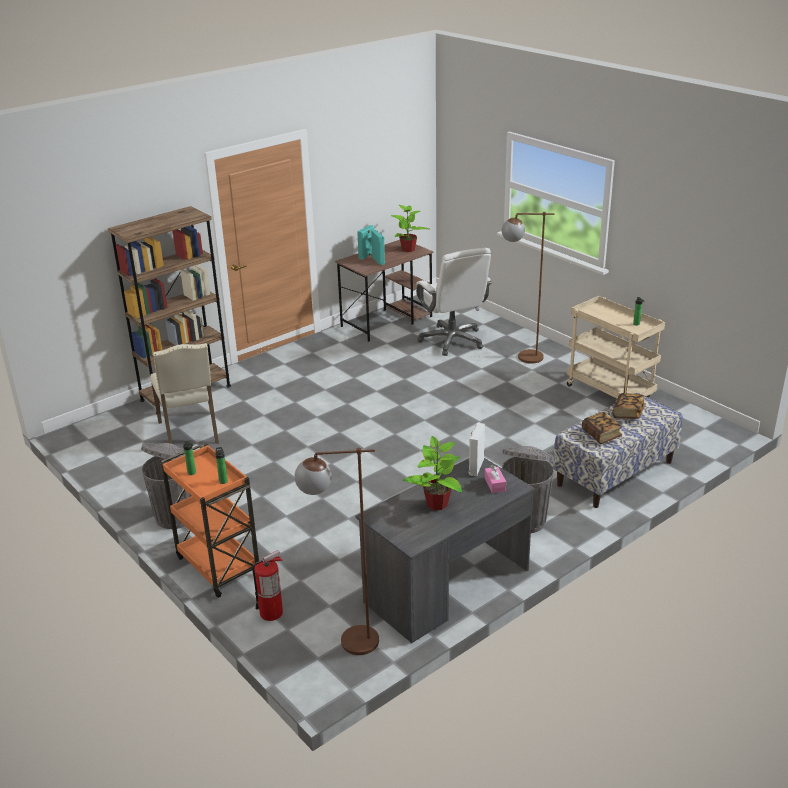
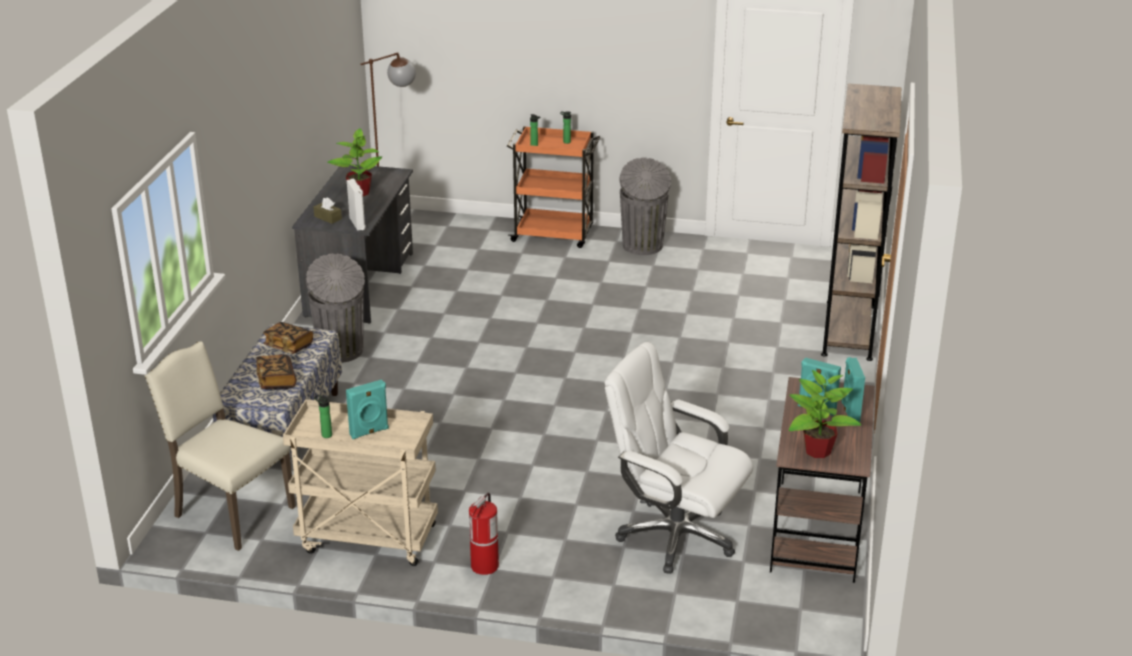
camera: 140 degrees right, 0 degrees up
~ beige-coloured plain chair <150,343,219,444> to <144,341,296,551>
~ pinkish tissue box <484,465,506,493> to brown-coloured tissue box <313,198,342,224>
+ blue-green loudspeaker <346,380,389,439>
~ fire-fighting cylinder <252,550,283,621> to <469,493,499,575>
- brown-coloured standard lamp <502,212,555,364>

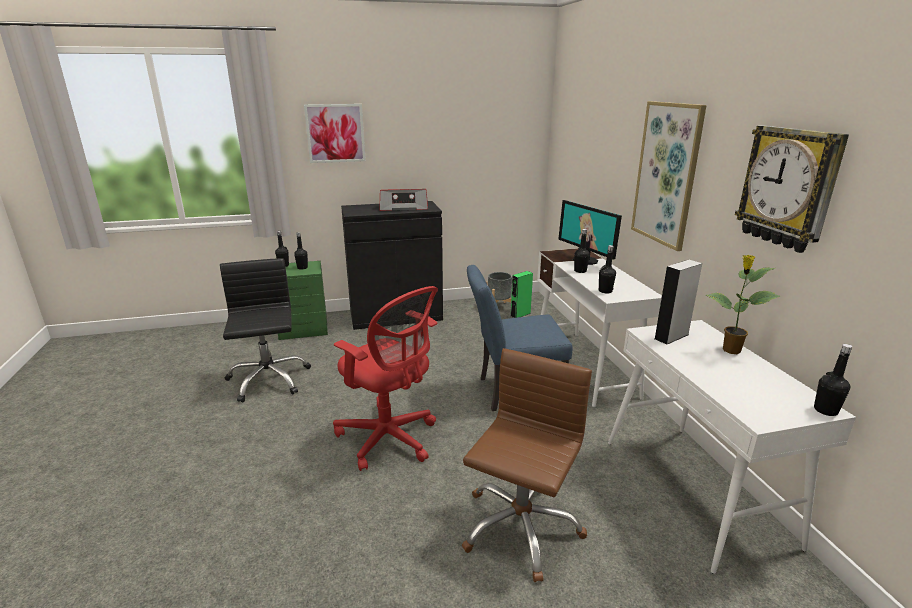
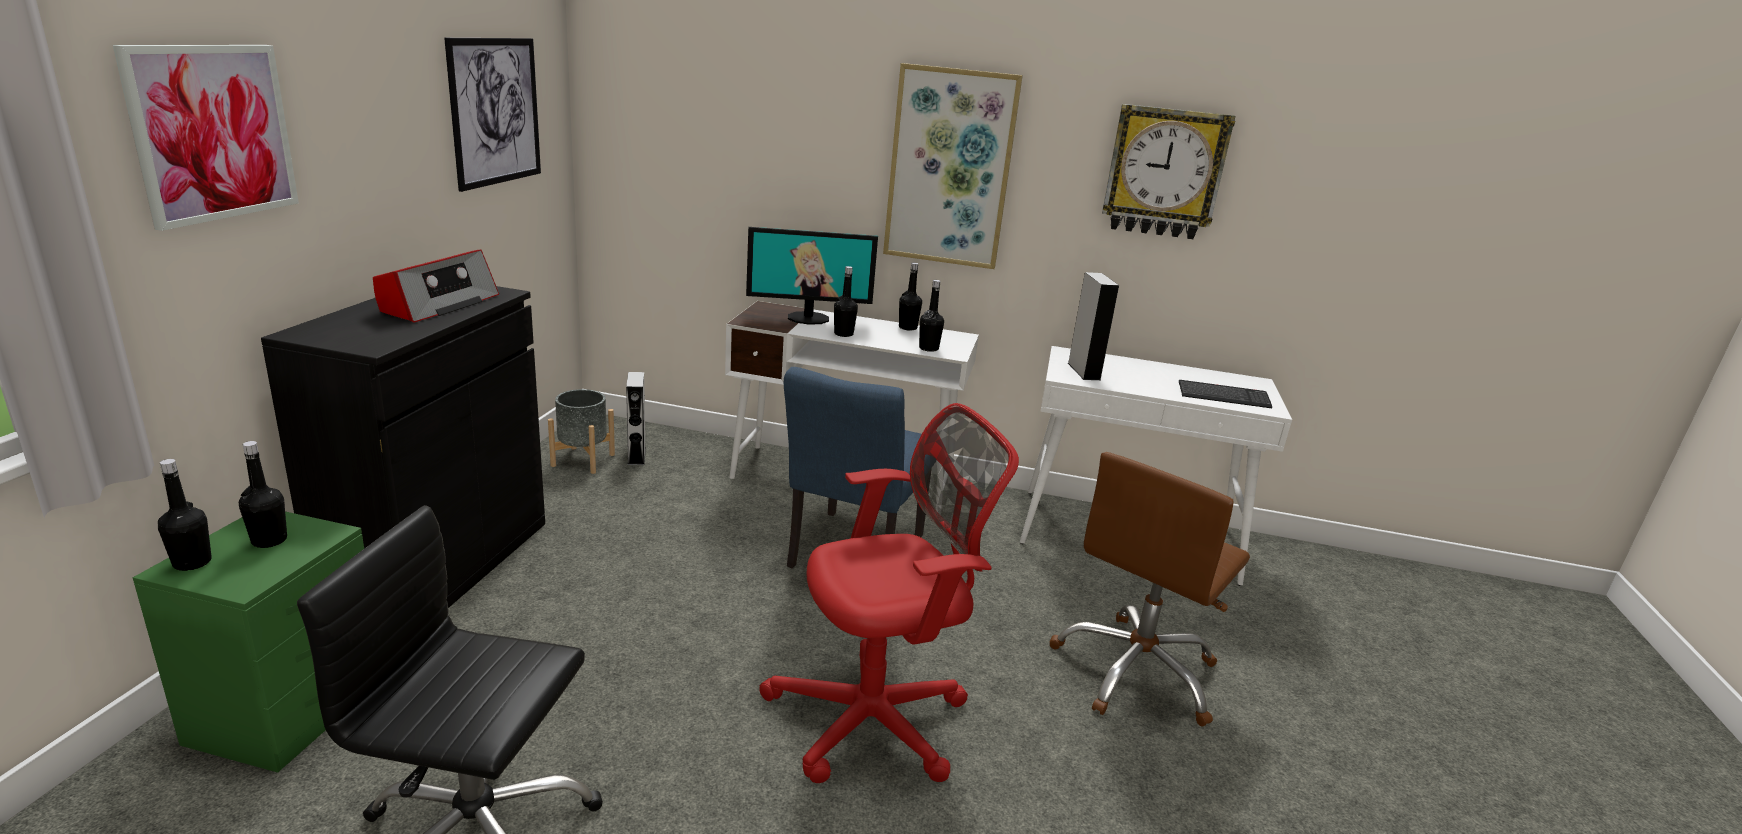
camera: 65 degrees left, 0 degrees up
+ wall art <444,38,541,192>
~ green loudspeaker <510,271,533,318> to grey loudspeaker <626,372,646,465>
~ black bottle <814,344,852,416> to <899,263,922,330>
~ brown-coloured office chair <462,348,592,582> = <1049,452,1250,726> 105 degrees counterclockwise
+ PC keyboard <1179,380,1272,408>
- plant in a pot <706,255,780,354>

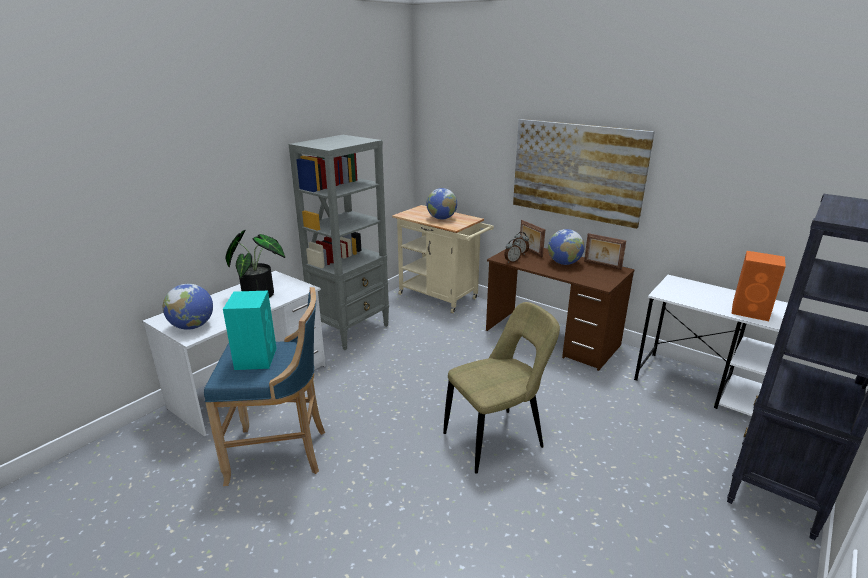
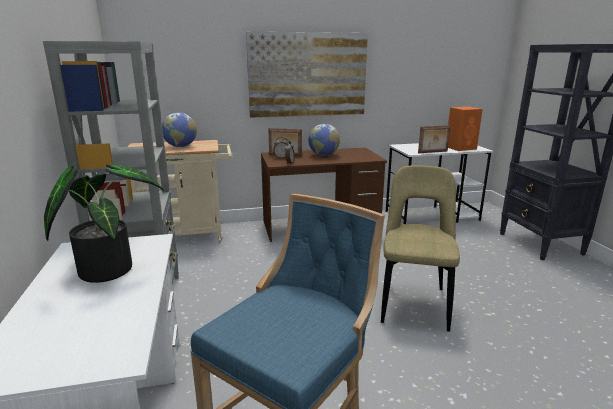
camera: 50 degrees left, 5 degrees down
~ picture frame <584,233,626,270> to <418,125,451,153>
- world globe <163,284,213,330>
- blue-green loudspeaker <223,291,277,370>

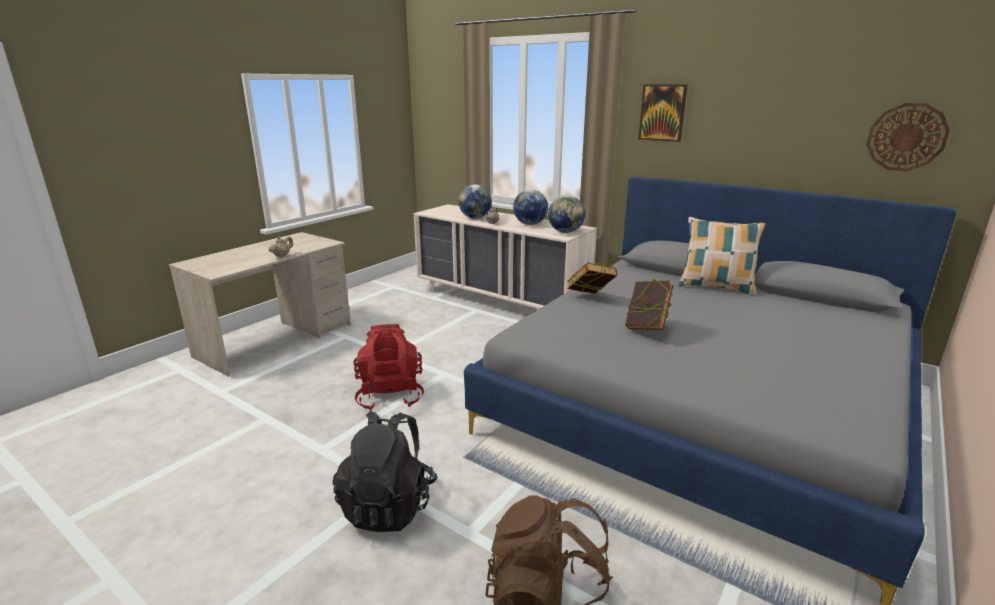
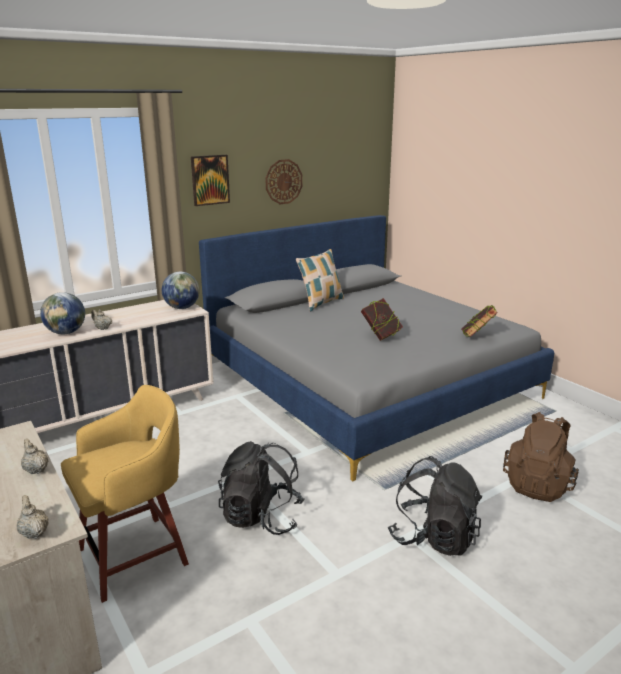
camera: 70 degrees left, 0 degrees up
+ beige-coloured pot for tea <17,495,49,539>
+ yellowish stool <61,385,189,603>
~ red rucksack <353,324,424,411> to black rucksack <218,441,305,535>
~ wall clock <866,103,950,171> to <265,159,303,204>
~ book <567,263,617,294> to <461,305,498,337>
- world globe <513,189,548,225>

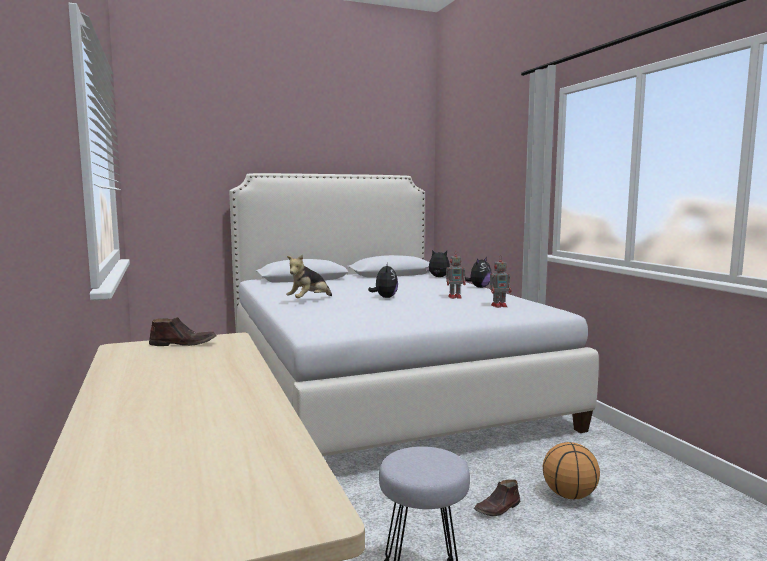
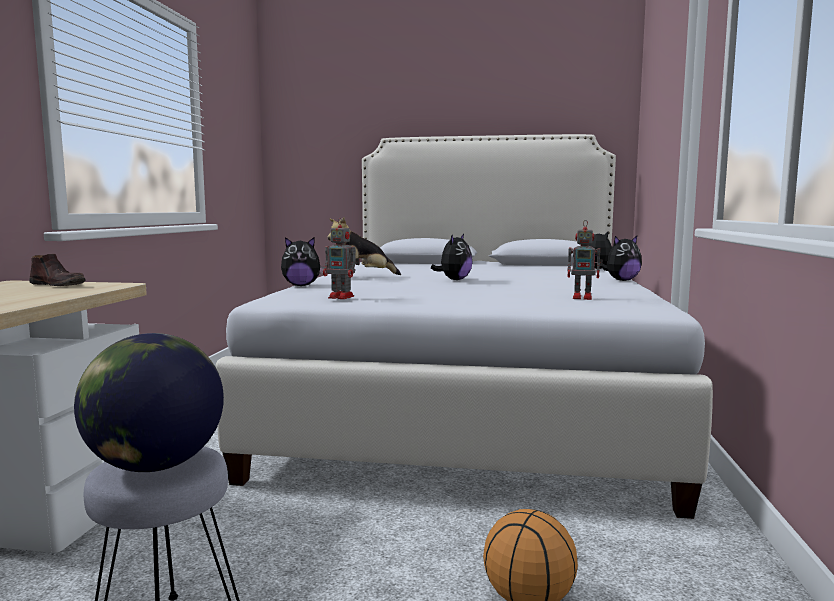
camera: 30 degrees right, 0 degrees up
+ world globe <74,333,224,472>
+ soft toy <281,237,324,286>
~ robot figure <446,251,466,299> to <323,218,360,299>
- brown-coloured shoe <474,480,520,516>

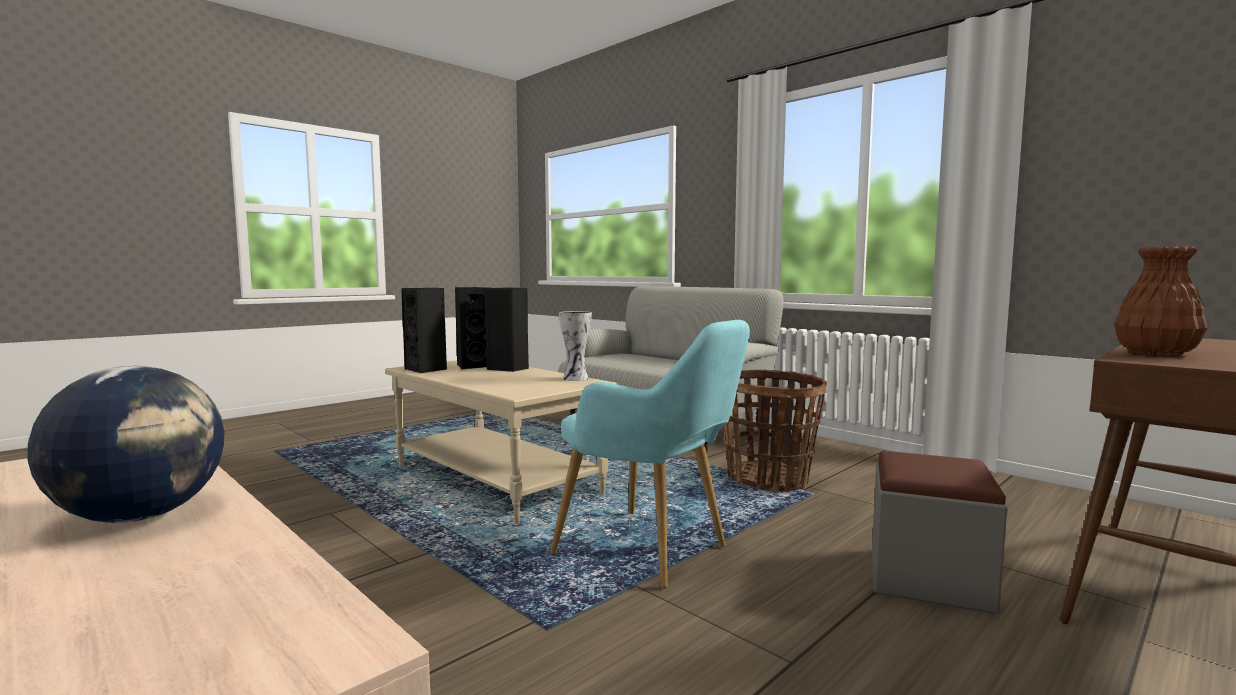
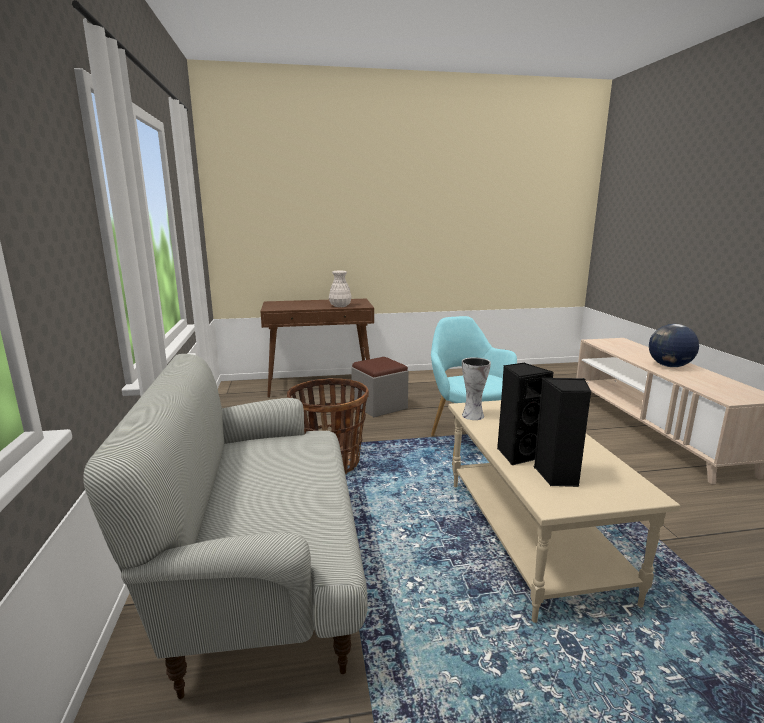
camera: 145 degrees left, 10 degrees up
~ brown-coloured flower vase <1114,246,1207,356> to white flower vase <329,271,352,307>
- black loudspeaker <401,288,447,373>

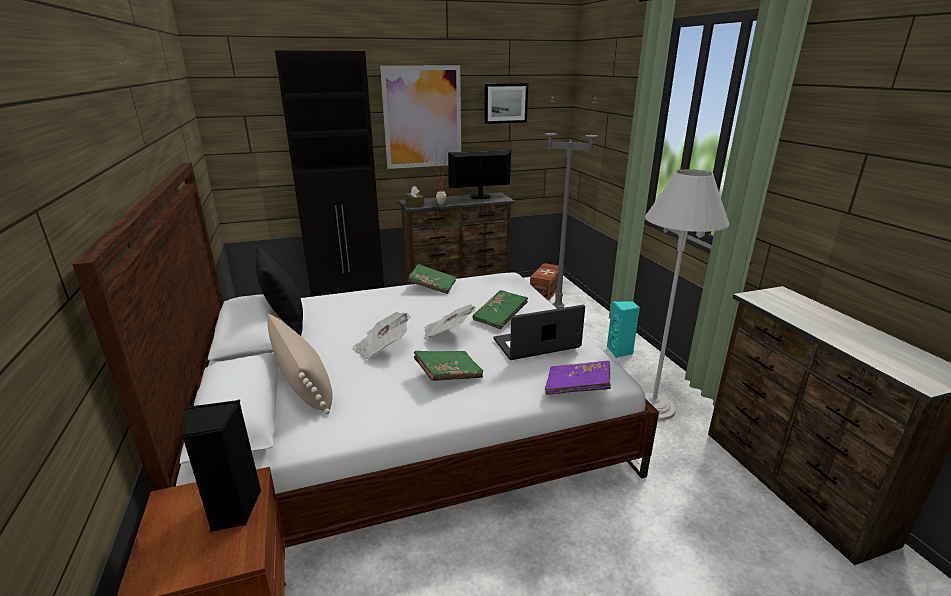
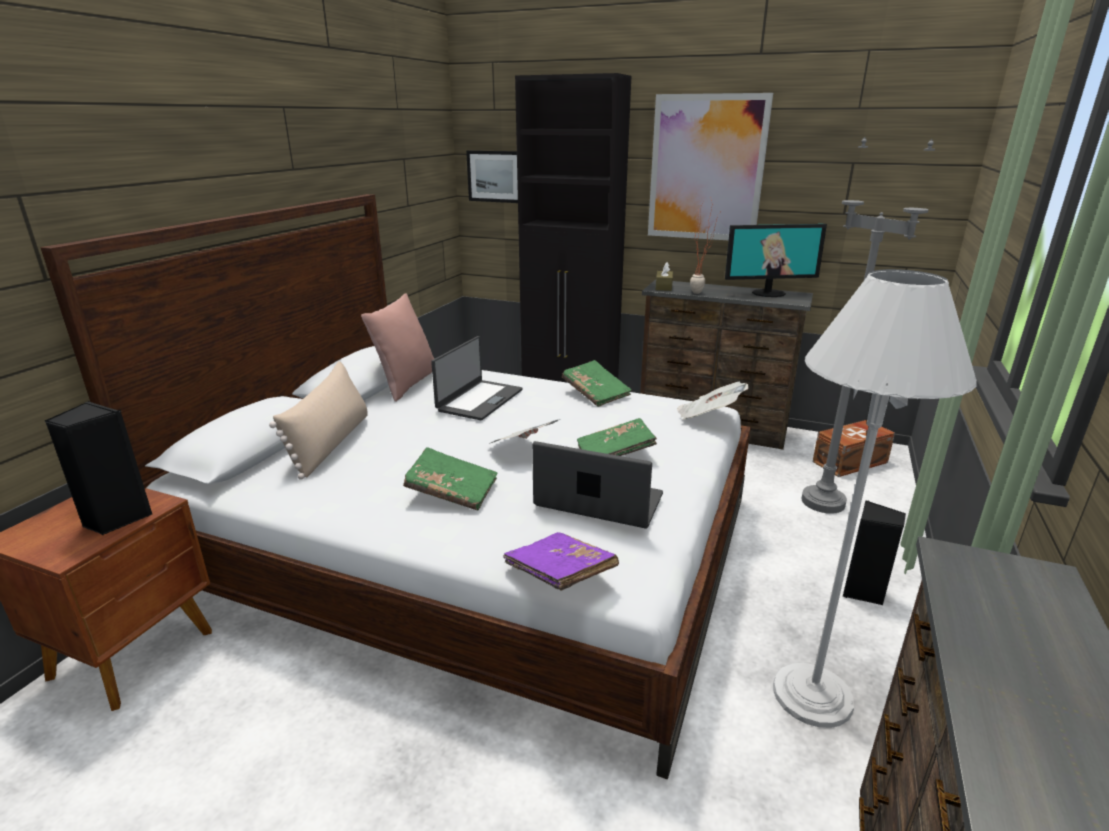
camera: 40 degrees right, 0 degrees up
~ black pillow <256,246,303,336> to pinkish pillow <361,293,434,402>
+ laptop <431,336,522,420>
~ wall art <484,83,528,124> to <466,150,518,203>
~ daily paper <352,312,411,359> to <677,382,749,420>
~ computer display <448,150,511,199> = <725,224,827,297> 150 degrees clockwise
~ blue-green loudspeaker <607,301,640,358> to black loudspeaker <843,501,906,605>

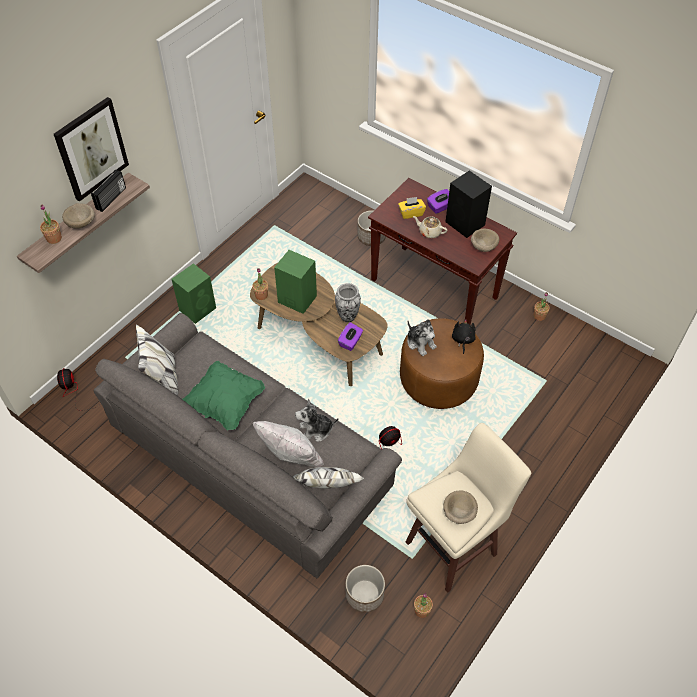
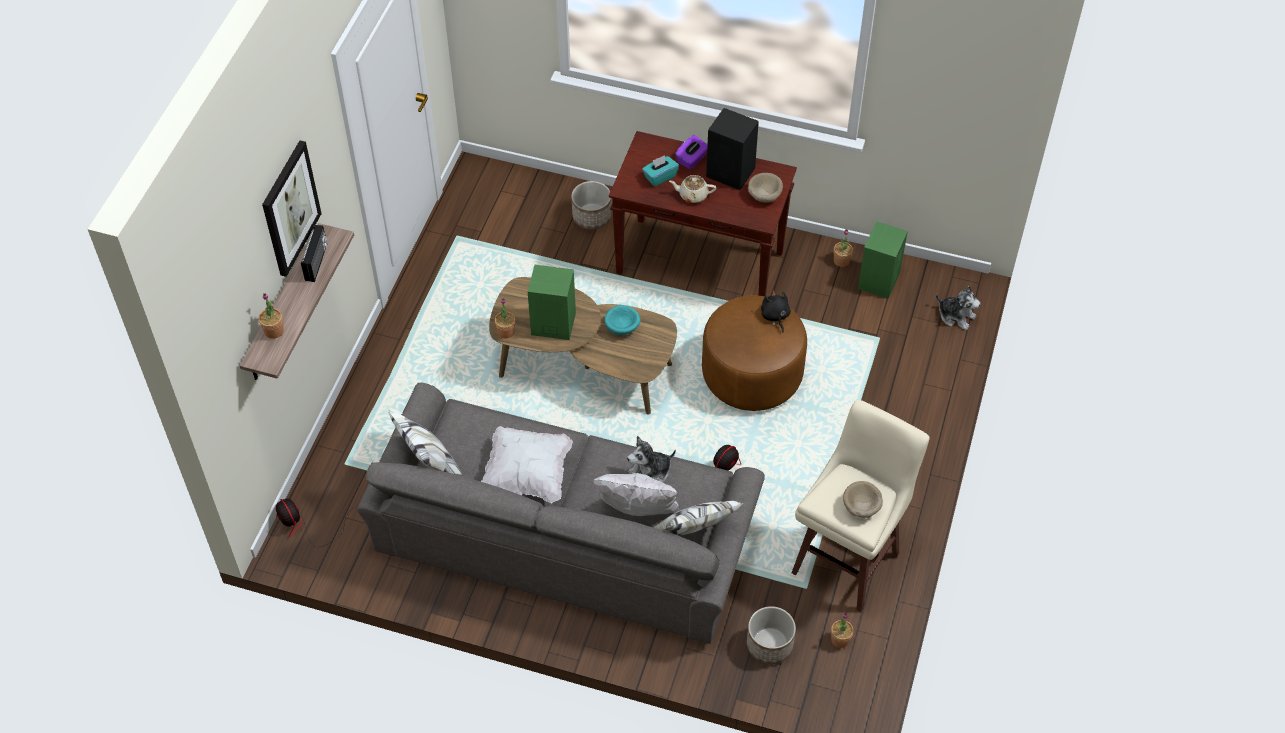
camera: 20 degrees left, 0 degrees up
~ green pillow <182,361,265,431> to white pillow <481,426,573,503>
~ flower vase <335,283,361,323> to blue-green deep dish <604,305,640,335>
~ yellowish tissue box <398,197,426,219> to blue-green tissue box <642,155,679,187>
~ green loudspeaker <171,263,216,324> to <858,221,908,299>
~ soft toy <407,319,437,356> to <936,286,981,330>
- beige-coloured deep dish <62,203,95,229>
- purple tissue box <338,322,363,351>

